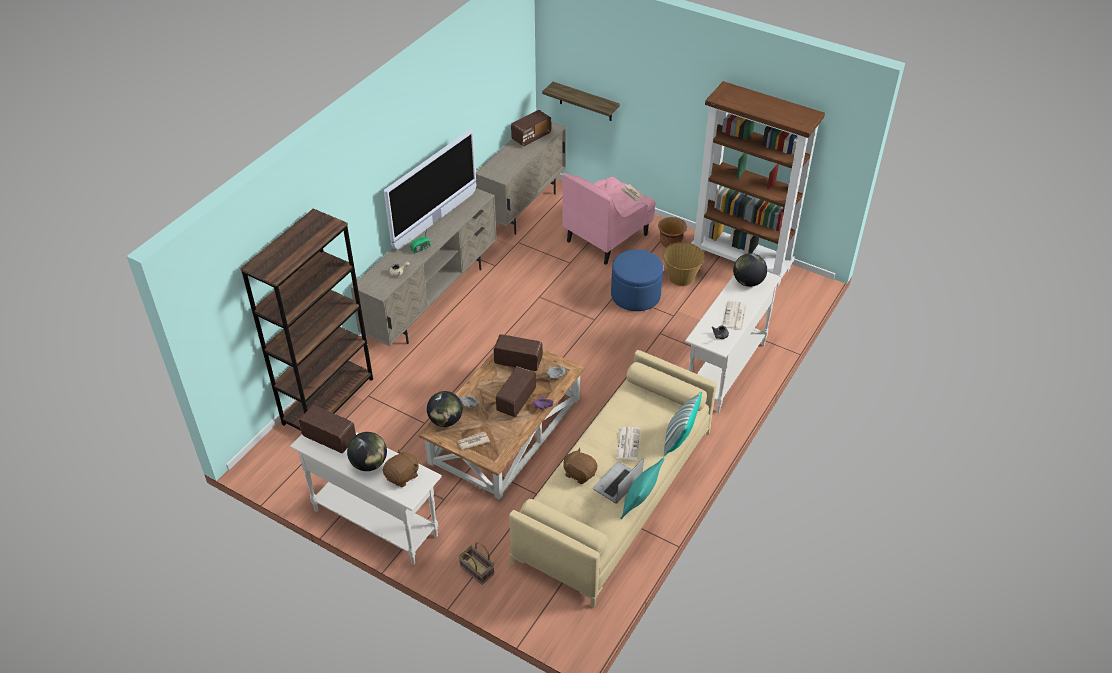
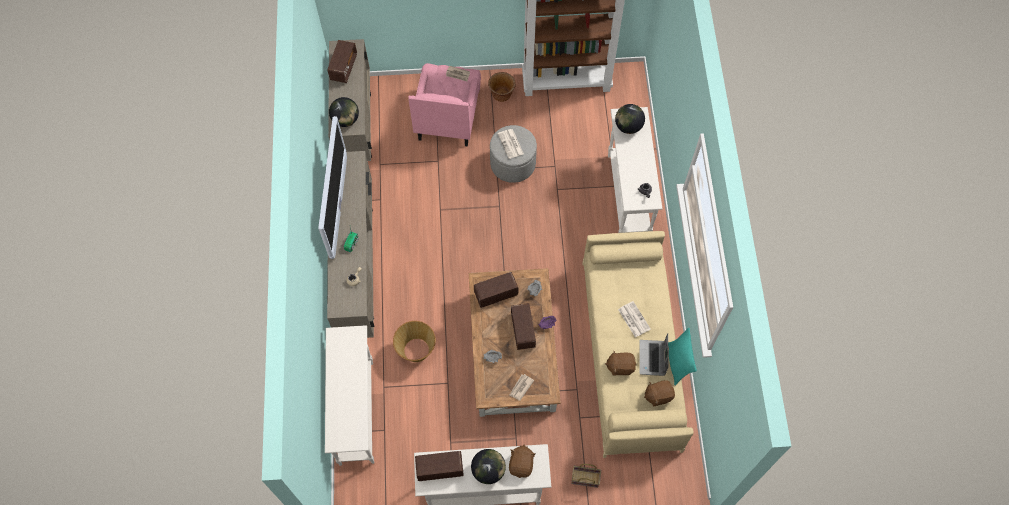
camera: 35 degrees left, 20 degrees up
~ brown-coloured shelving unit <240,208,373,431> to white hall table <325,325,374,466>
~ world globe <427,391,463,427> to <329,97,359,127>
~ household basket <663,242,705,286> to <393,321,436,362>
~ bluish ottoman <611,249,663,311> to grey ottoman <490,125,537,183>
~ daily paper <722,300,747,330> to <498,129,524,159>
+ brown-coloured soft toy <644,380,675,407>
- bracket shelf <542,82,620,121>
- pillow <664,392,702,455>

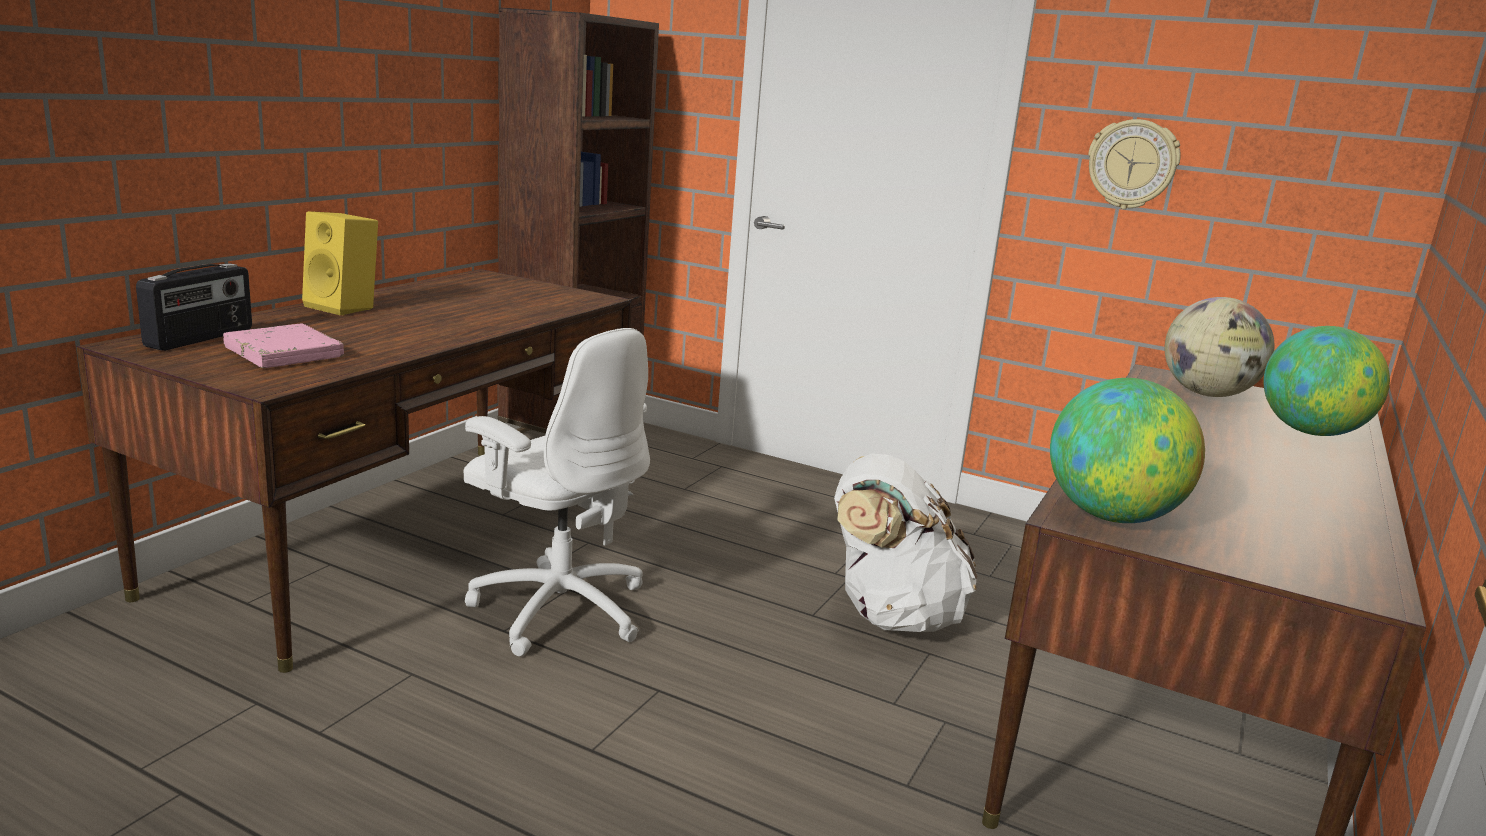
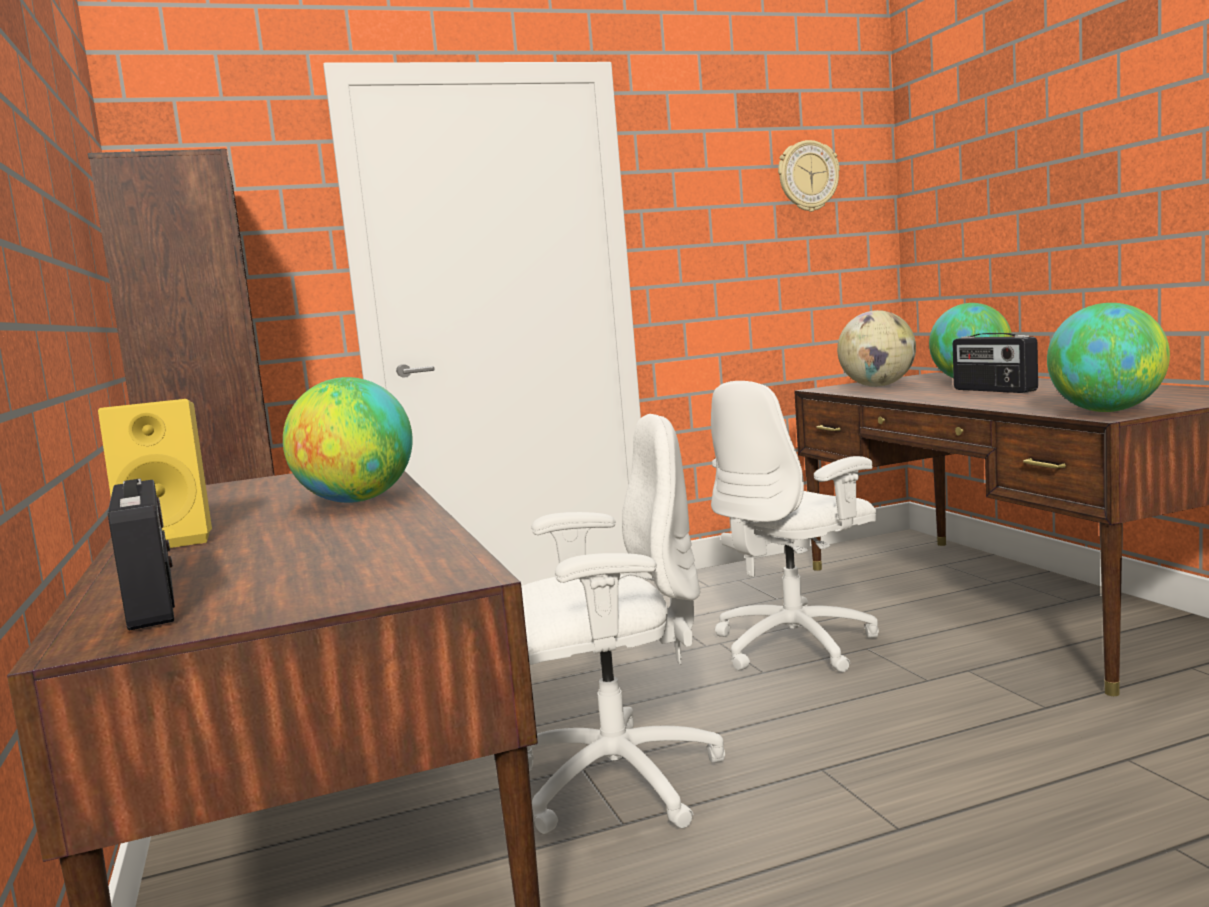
camera: 45 degrees left, 10 degrees down
+ world globe <283,377,413,503>
~ white rucksack <834,453,977,632> to white office chair <711,381,879,672>
~ wall clock <1088,119,1181,209> to <778,140,840,212>
+ radio <953,333,1038,393>
- pinkish book <223,324,344,368>

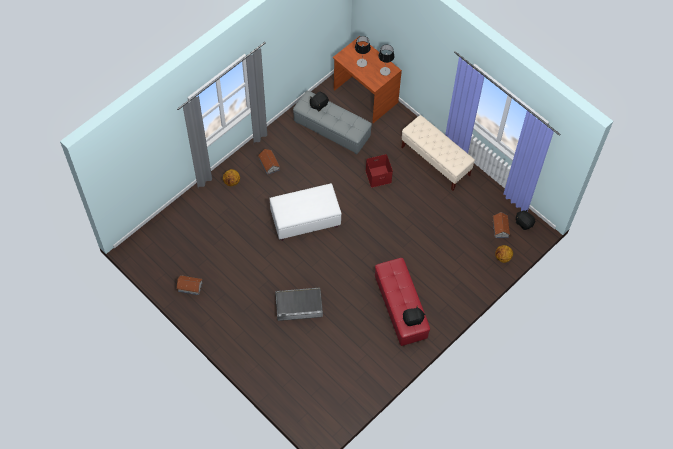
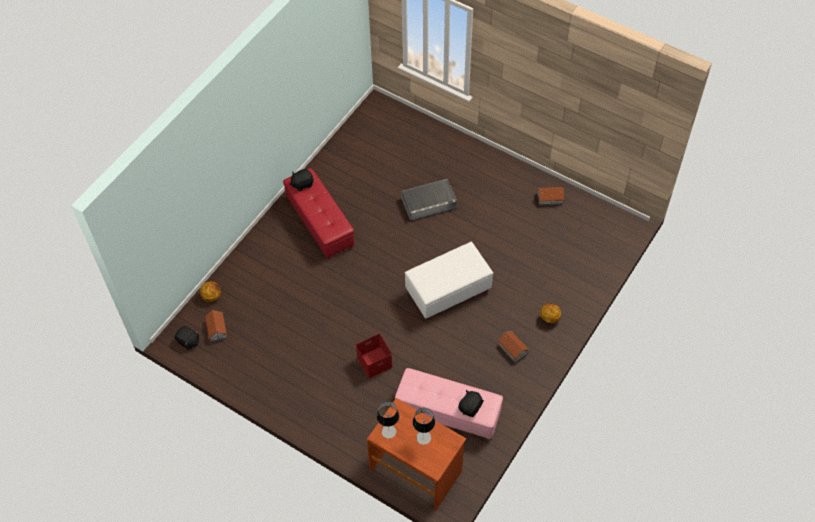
camera: 170 degrees right, 5 degrees down
~ grey ottoman <293,91,372,154> to pinkish ottoman <395,368,503,440>
- beige-coloured bench <401,115,475,191>

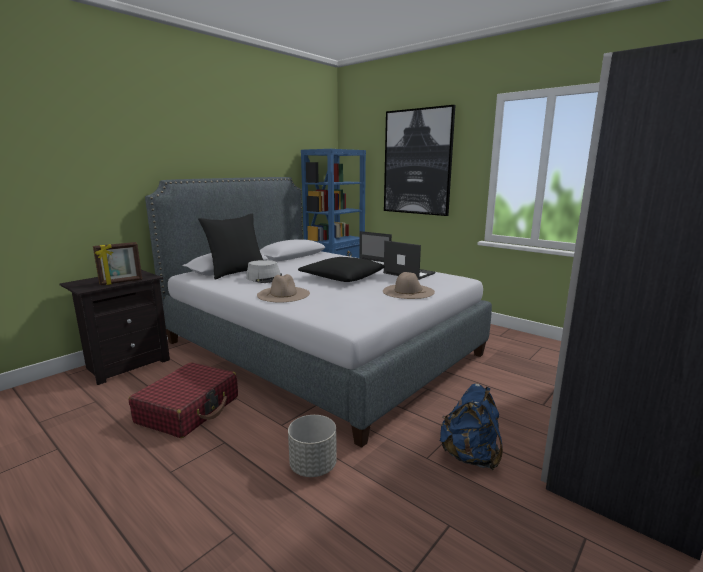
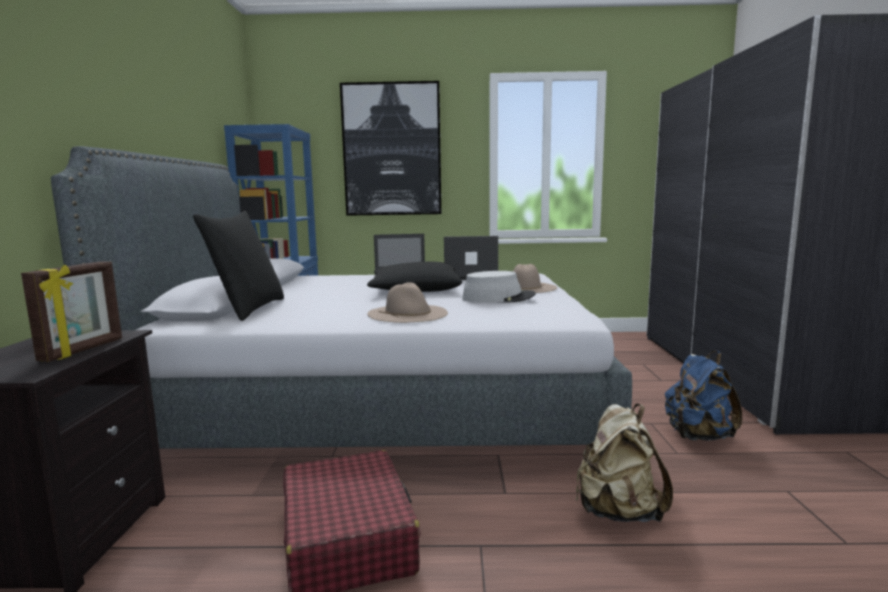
camera: 40 degrees left, 5 degrees down
~ grey wearable hat <246,260,282,283> to <462,271,536,303>
~ grey plant pot <288,415,337,477> to beige-coloured rucksack <576,404,673,522>

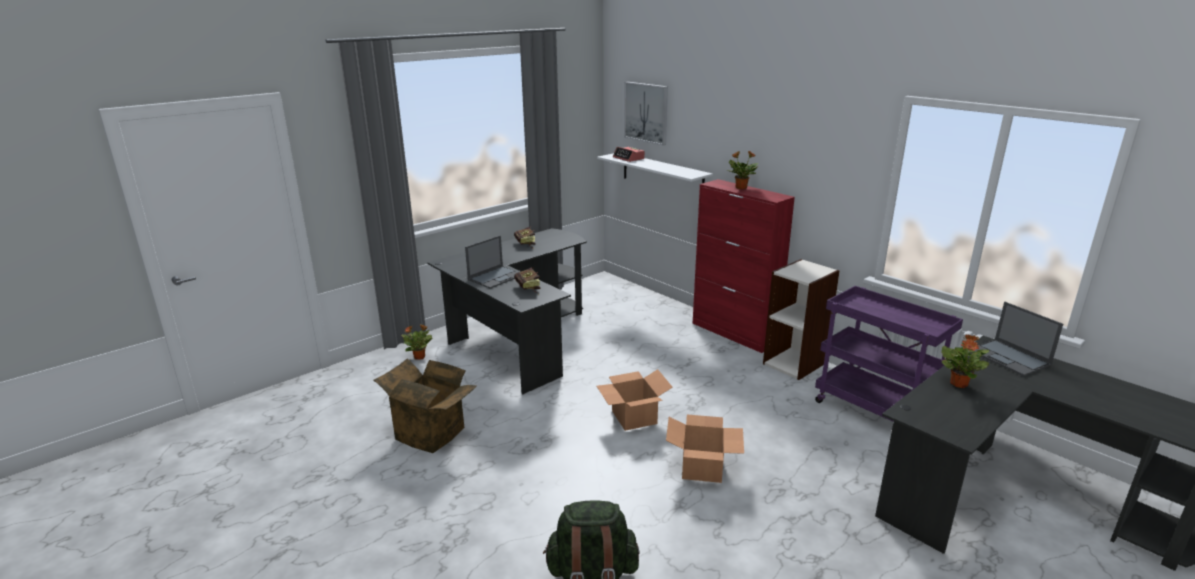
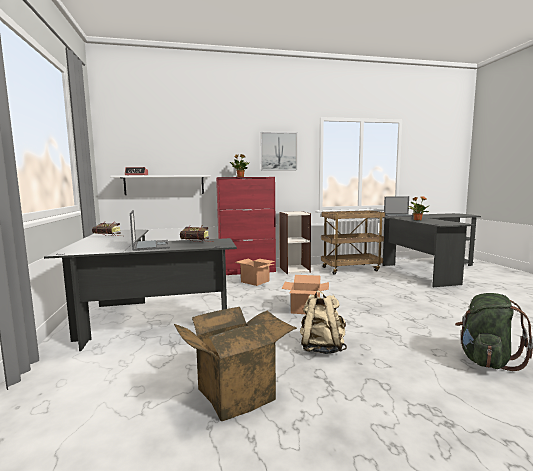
camera: 60 degrees left, 15 degrees down
~ carton <666,415,744,483> to <236,259,275,286>
~ wall art <624,82,668,145> to <260,132,297,171>
+ beige-coloured rucksack <300,290,347,354>
~ purple cart <815,286,963,422> to brown-coloured cart <321,210,385,275>
- plant in a pot <401,324,433,360>

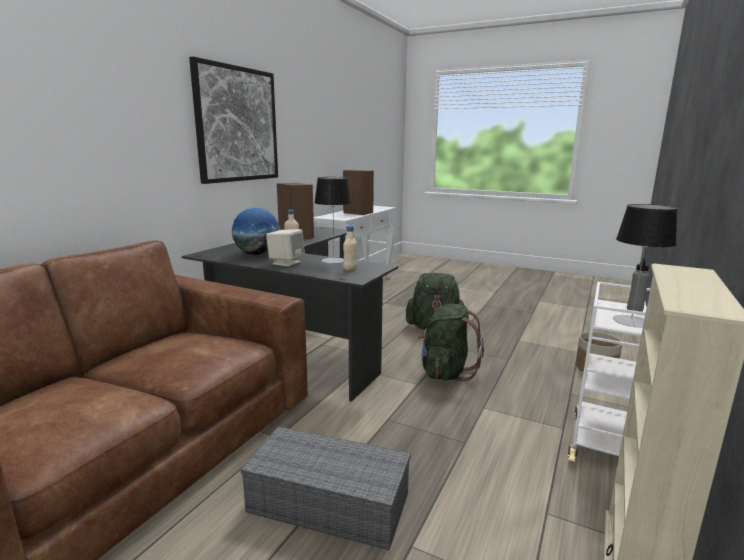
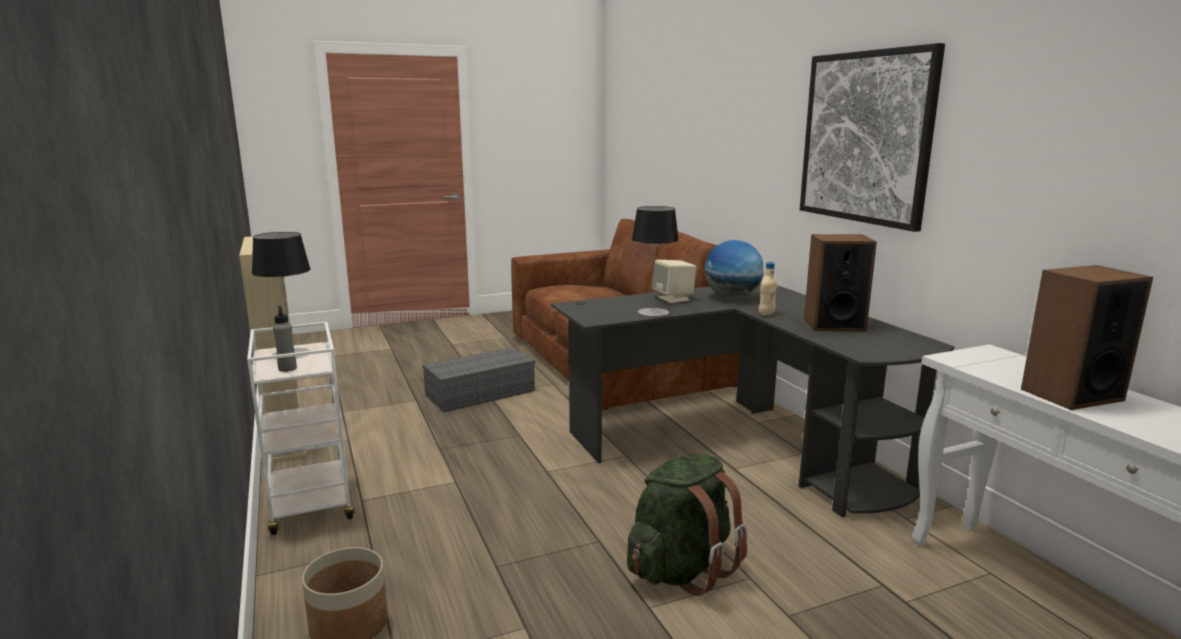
camera: 130 degrees right, 0 degrees up
- beige-coloured bottle <343,226,357,271>
- green rucksack <418,304,484,382>

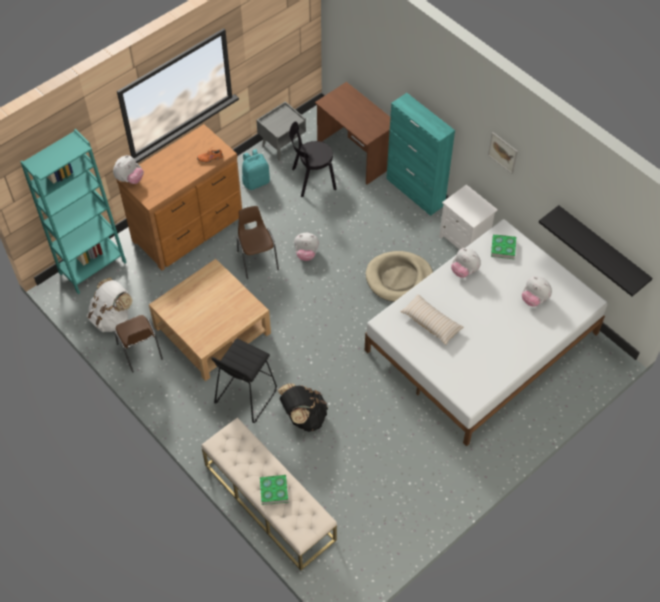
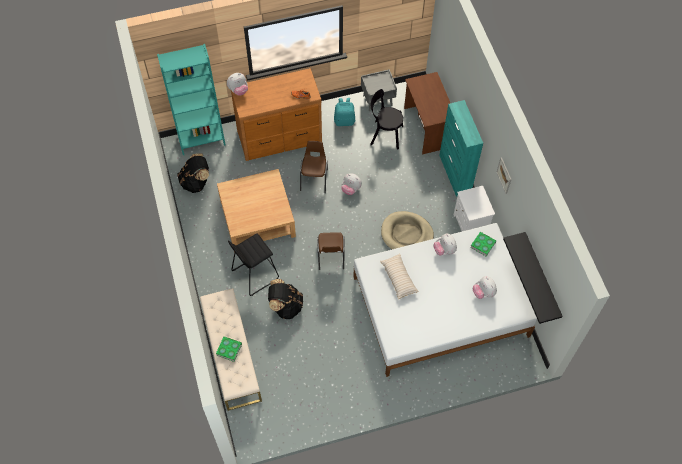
camera: 25 degrees right, 5 degrees up
~ white rucksack <87,278,132,332> to black rucksack <177,153,209,193>
~ brown-coloured plain chair <114,315,163,373> to <317,232,345,270>

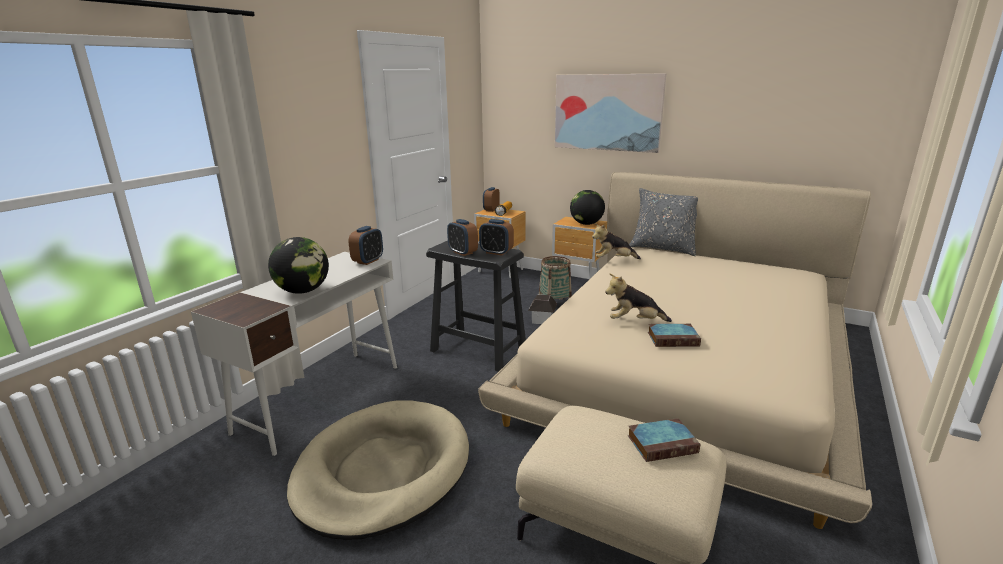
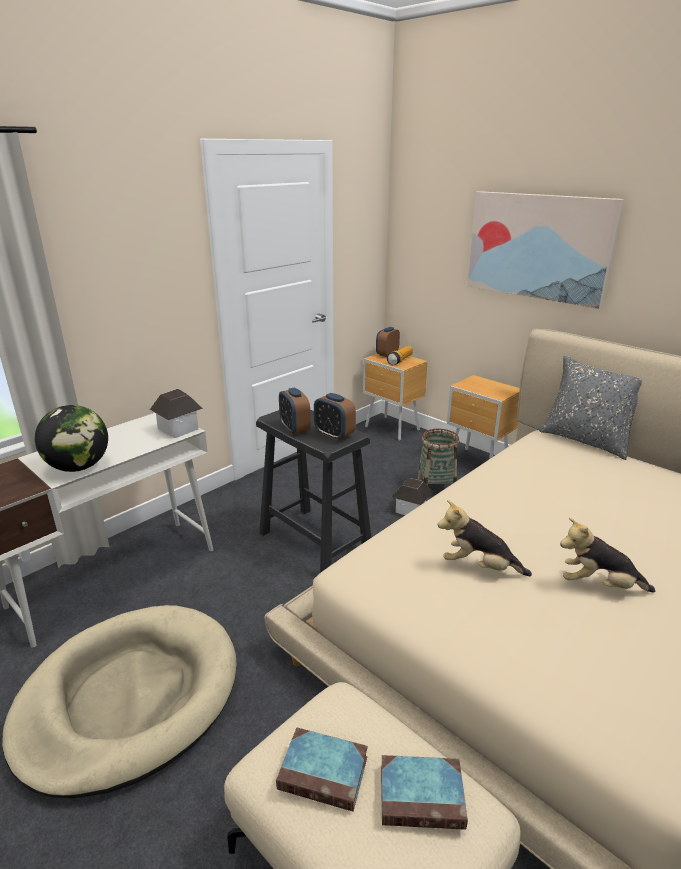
camera: 15 degrees right, 5 degrees up
~ bedside clock <348,226,383,265> to model house <150,389,203,438>
~ book <648,324,701,347> to <276,728,368,812>
~ soft toy <592,223,641,259> to <560,518,655,593>
- world globe <570,190,605,225>

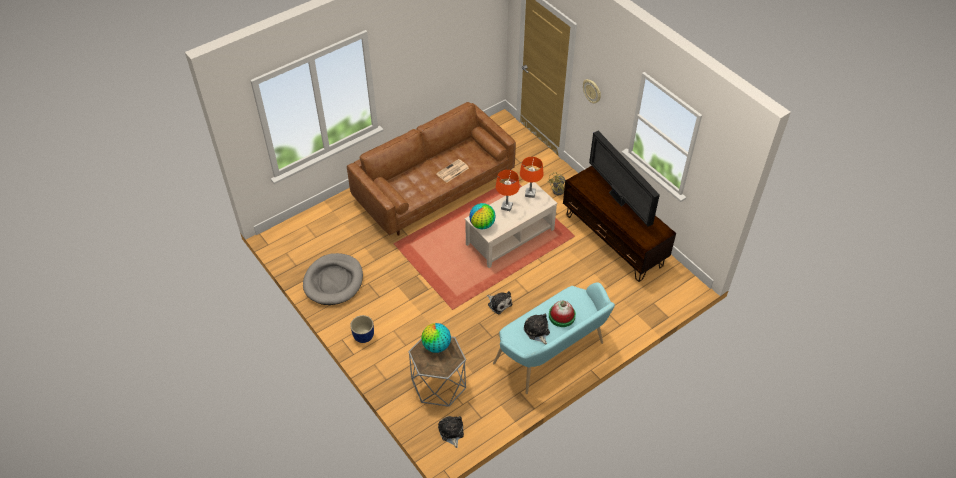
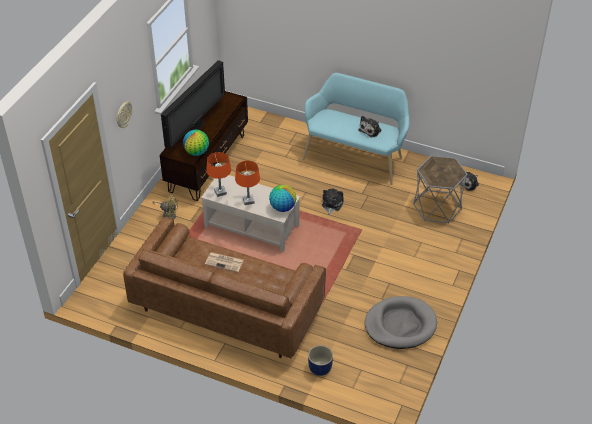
camera: 120 degrees left, 5 degrees down
~ world globe <421,323,451,353> to <183,130,209,156>
~ bluish plant pot <350,315,374,343> to <308,345,333,376>
- wearable hat <549,301,576,327>

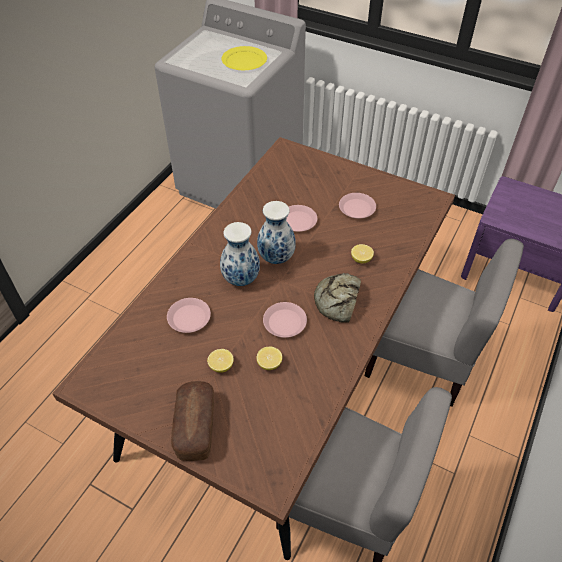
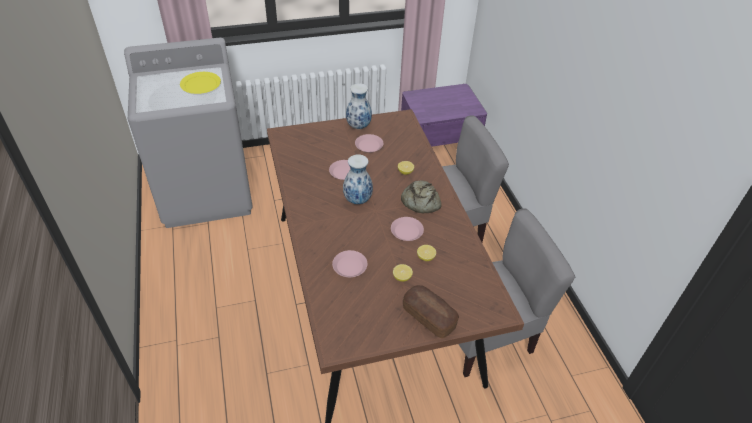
camera: 45 degrees left, 5 degrees down
~ flower vase <220,222,260,286> to <346,83,372,129>

